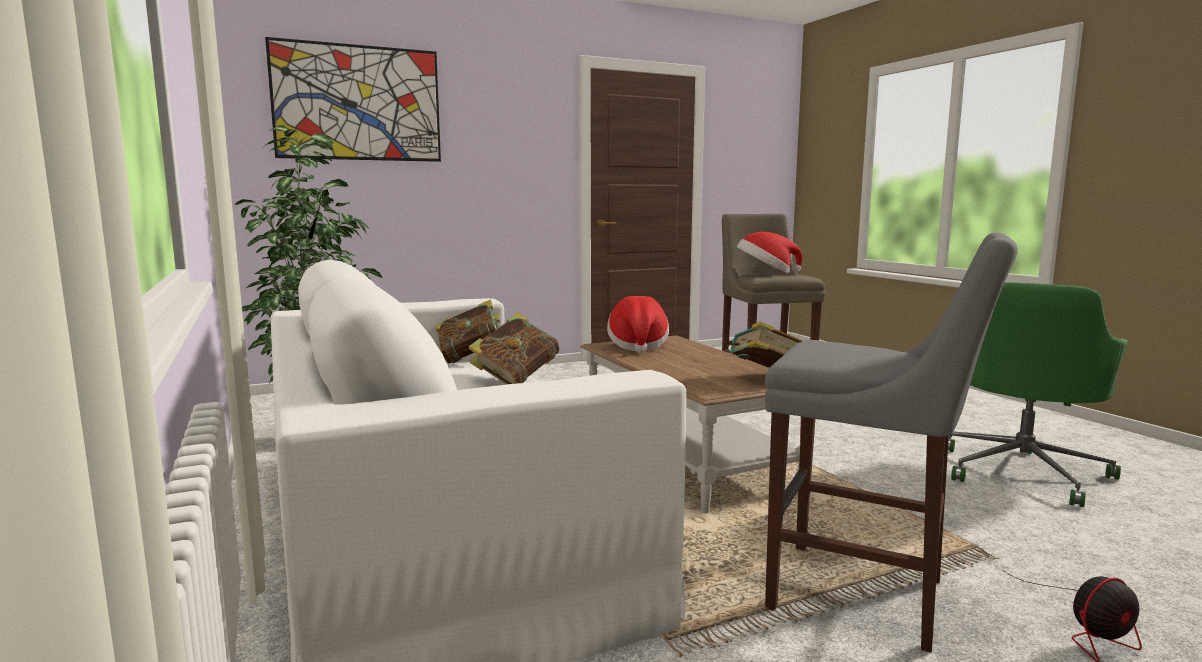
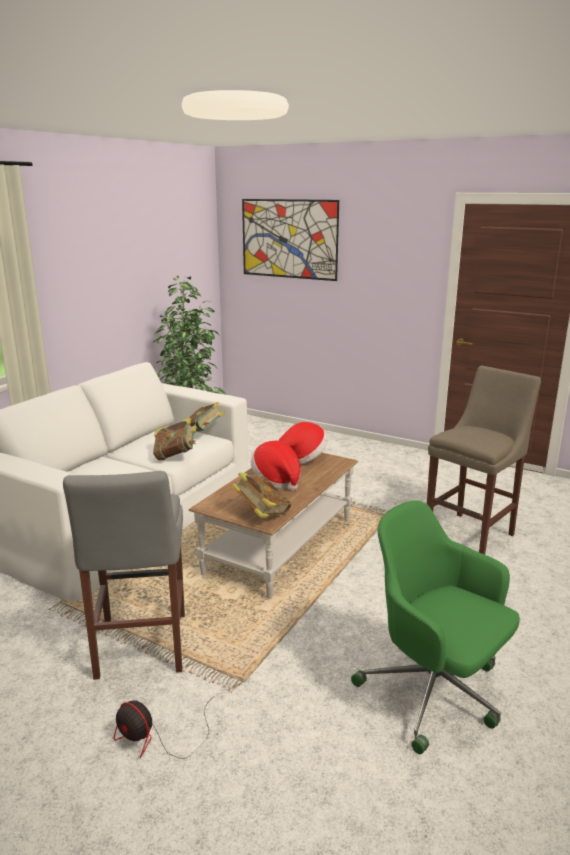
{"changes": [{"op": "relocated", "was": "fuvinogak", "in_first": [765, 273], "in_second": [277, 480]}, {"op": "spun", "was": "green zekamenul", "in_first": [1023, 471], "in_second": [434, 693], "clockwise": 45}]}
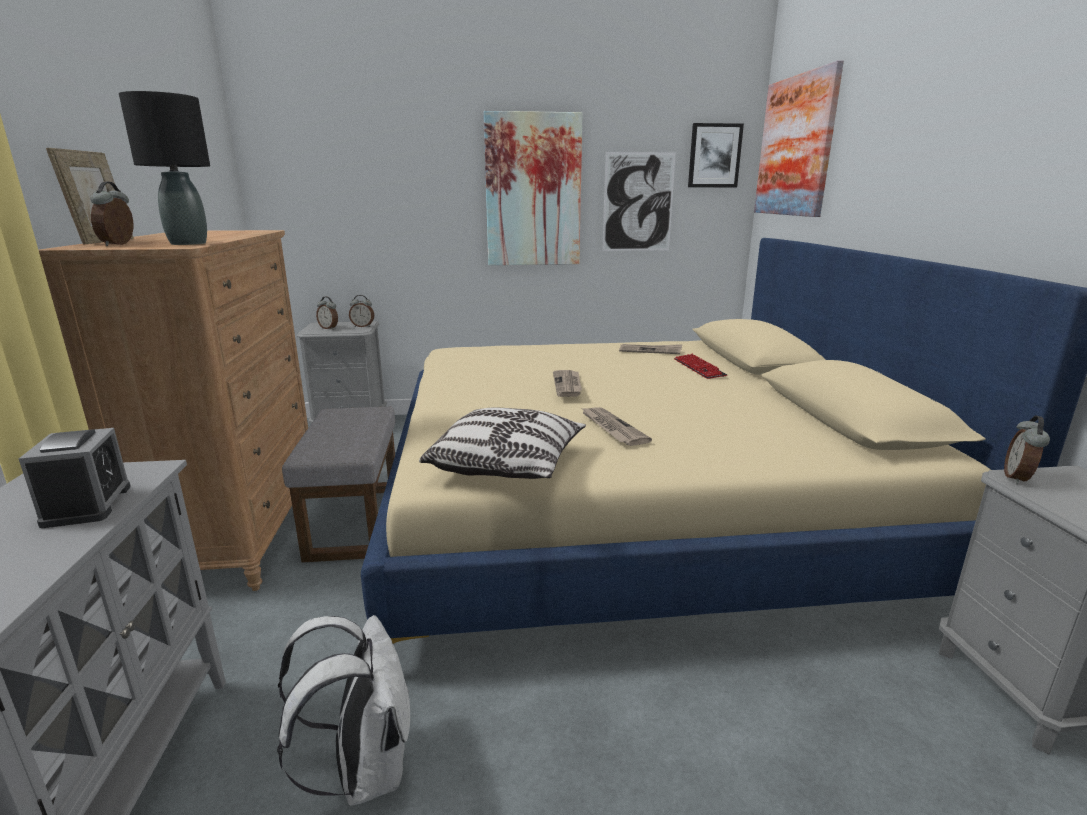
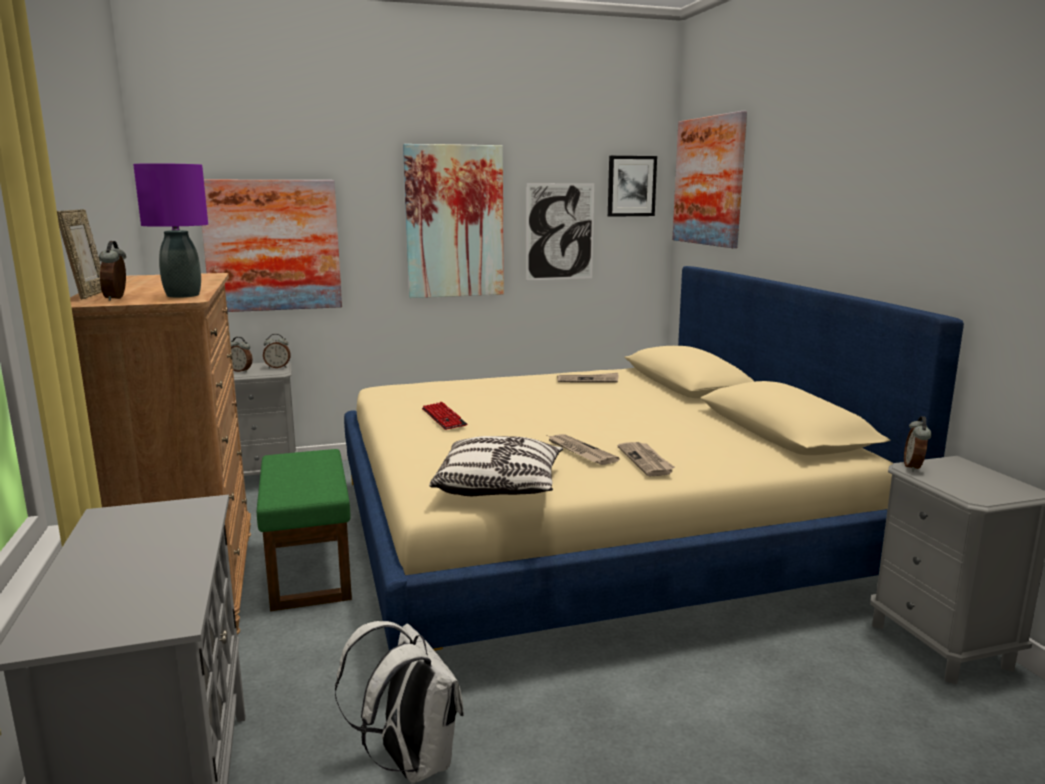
{"changes": [{"op": "missing", "was": "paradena", "in_first": [87, 505]}, {"op": "appeared", "now": "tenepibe", "in_second": [272, 245]}, {"op": "relocated", "was": "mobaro", "in_first": [568, 385], "in_second": [646, 461]}, {"op": "relocated", "was": "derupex", "in_first": [699, 368], "in_second": [443, 418]}, {"op": "colour", "was": "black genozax", "now": "purple genozax", "in_first": [188, 243], "in_second": [182, 295]}, {"op": "colour", "was": "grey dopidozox", "now": "green dopidozox", "in_first": [356, 522], "in_second": [311, 570]}]}
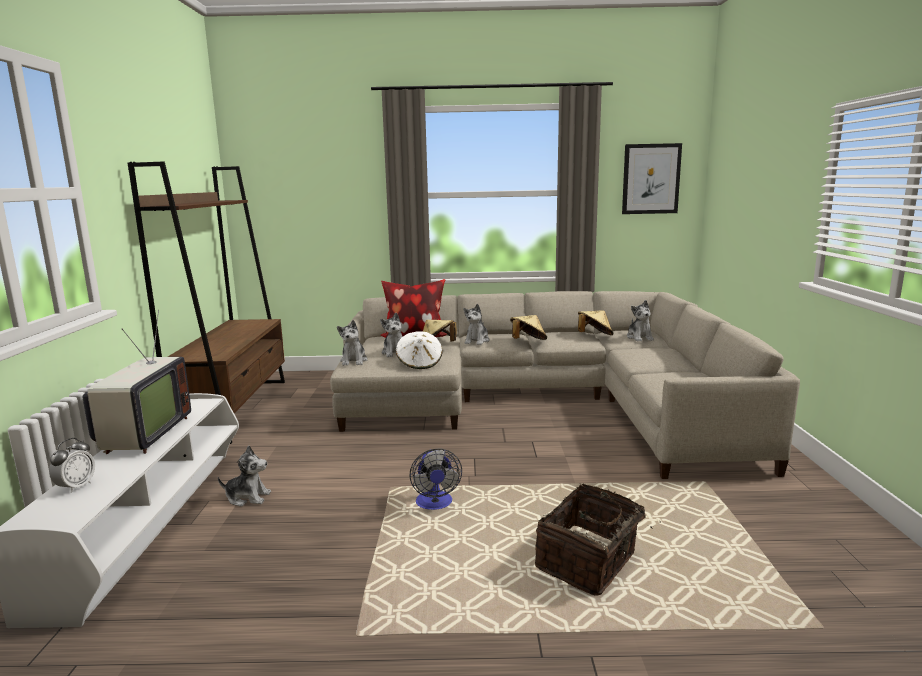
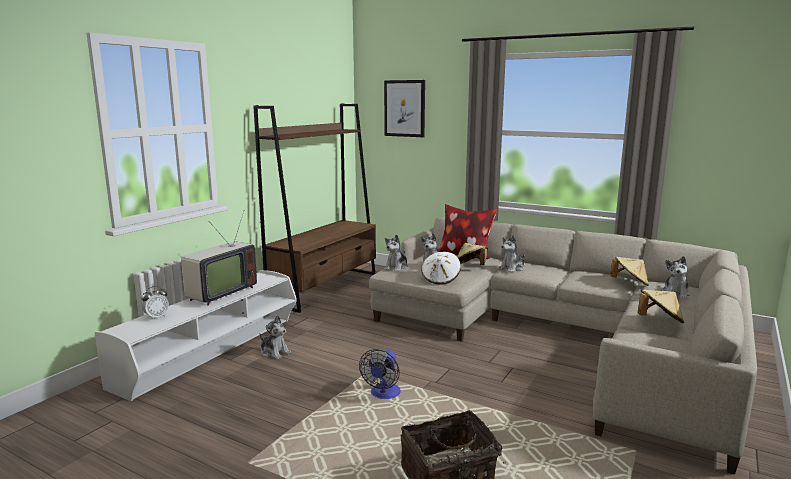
{"changes": [{"op": "relocated", "was": "beige fuvinogak", "in_first": [528, 341], "in_second": [659, 321]}, {"op": "relocated", "was": "tenepibe", "in_first": [651, 179], "in_second": [404, 108]}]}
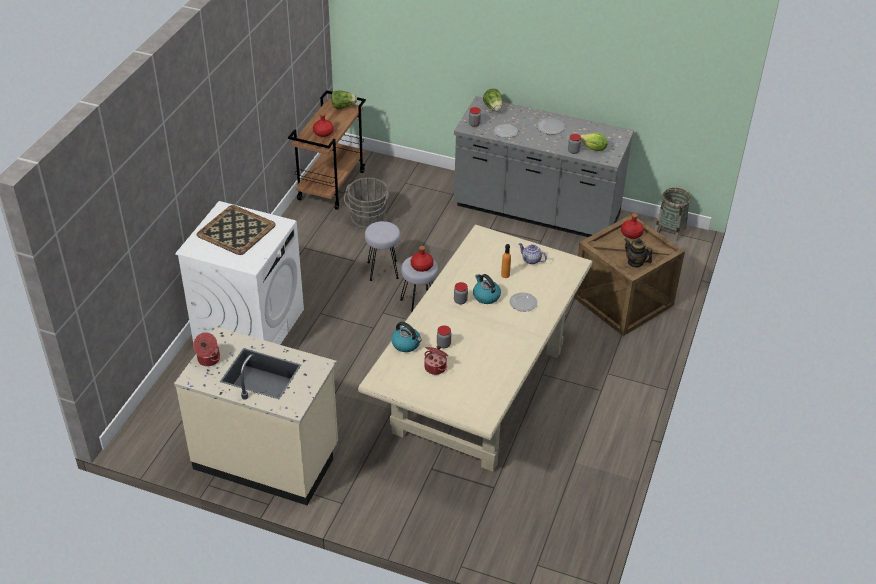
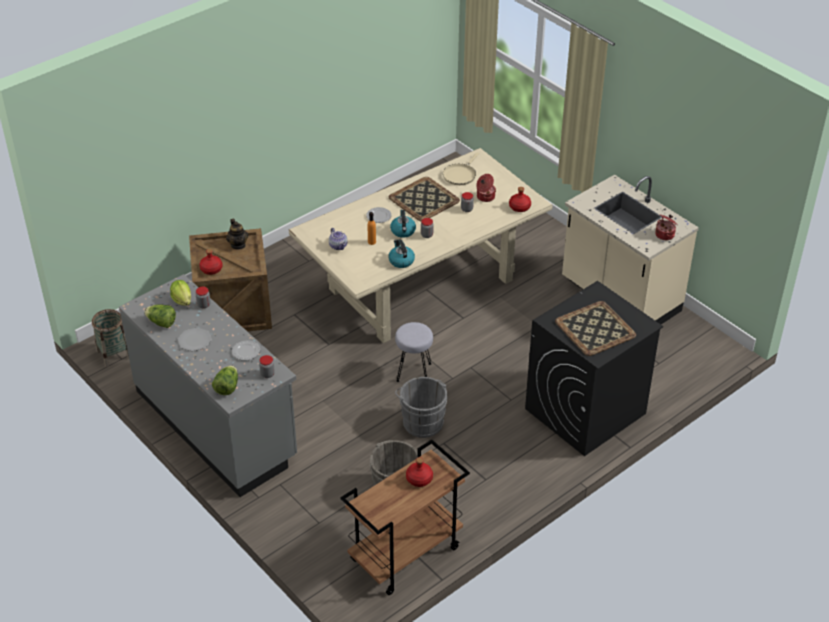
{"changes": [{"op": "appeared", "now": "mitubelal", "in_second": [424, 200]}, {"op": "appeared", "now": "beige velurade", "in_second": [460, 175]}, {"op": "relocated", "was": "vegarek", "in_first": [343, 106], "in_second": [161, 323]}, {"op": "relocated", "was": "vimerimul", "in_first": [406, 344], "in_second": [401, 261]}, {"op": "relocated", "was": "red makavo", "in_first": [421, 266], "in_second": [520, 207]}, {"op": "exchanged", "was": "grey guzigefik", "now": "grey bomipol", "in_first": [383, 270], "in_second": [422, 421]}, {"op": "colour", "was": "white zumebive", "now": "black zumebive", "in_first": [249, 326], "in_second": [585, 411]}]}
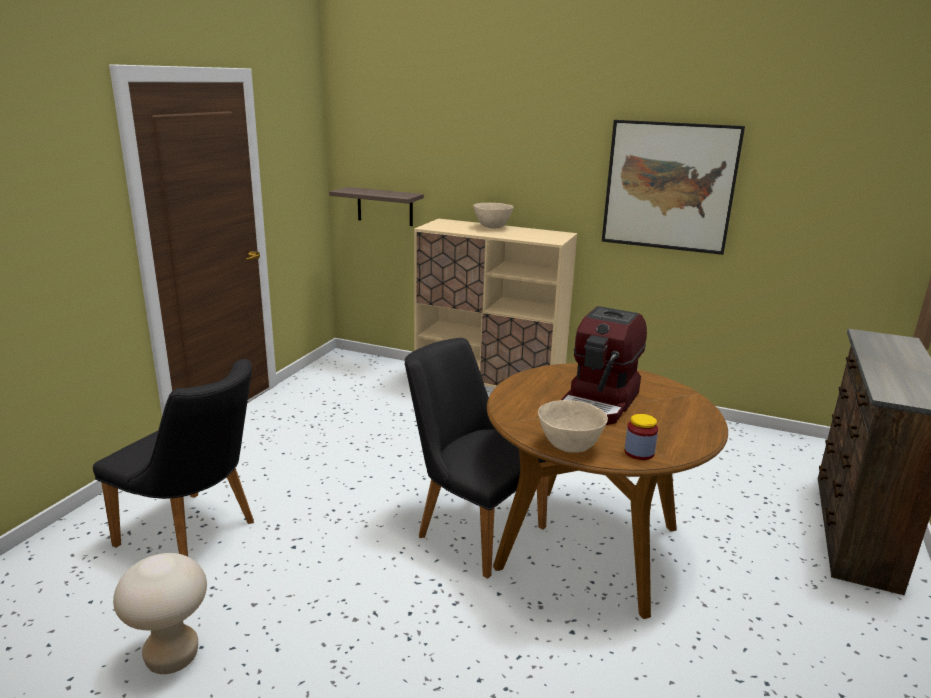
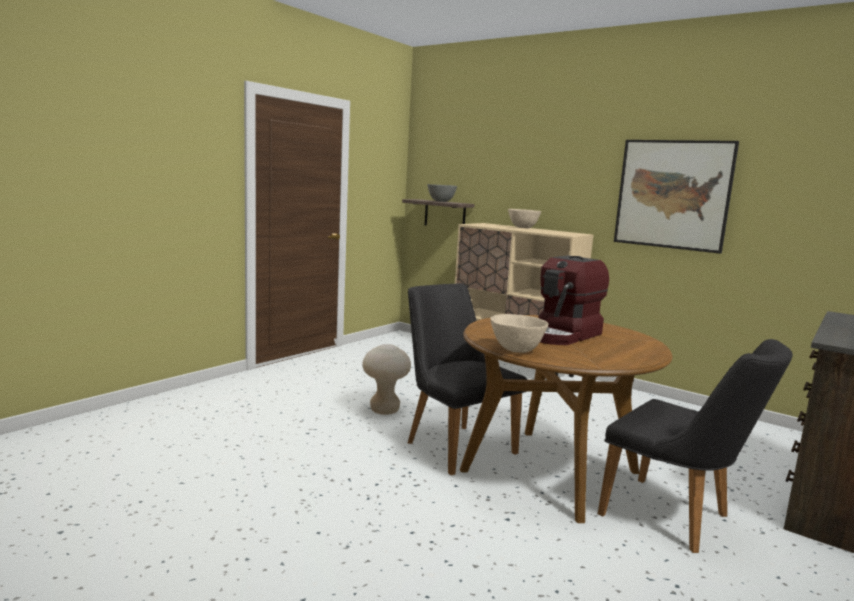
{"changes": [{"op": "missing", "was": "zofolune", "in_first": [639, 452]}, {"op": "appeared", "now": "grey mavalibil", "in_second": [441, 201]}, {"op": "relocated", "was": "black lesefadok", "in_first": [196, 535], "in_second": [676, 519]}, {"op": "relocated", "was": "beige guzigefik", "in_first": [172, 658], "in_second": [384, 410]}]}
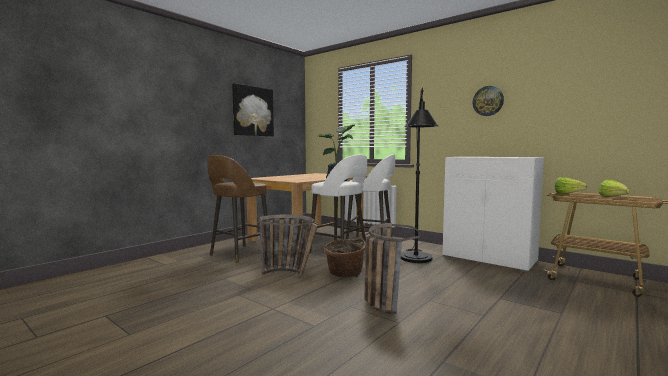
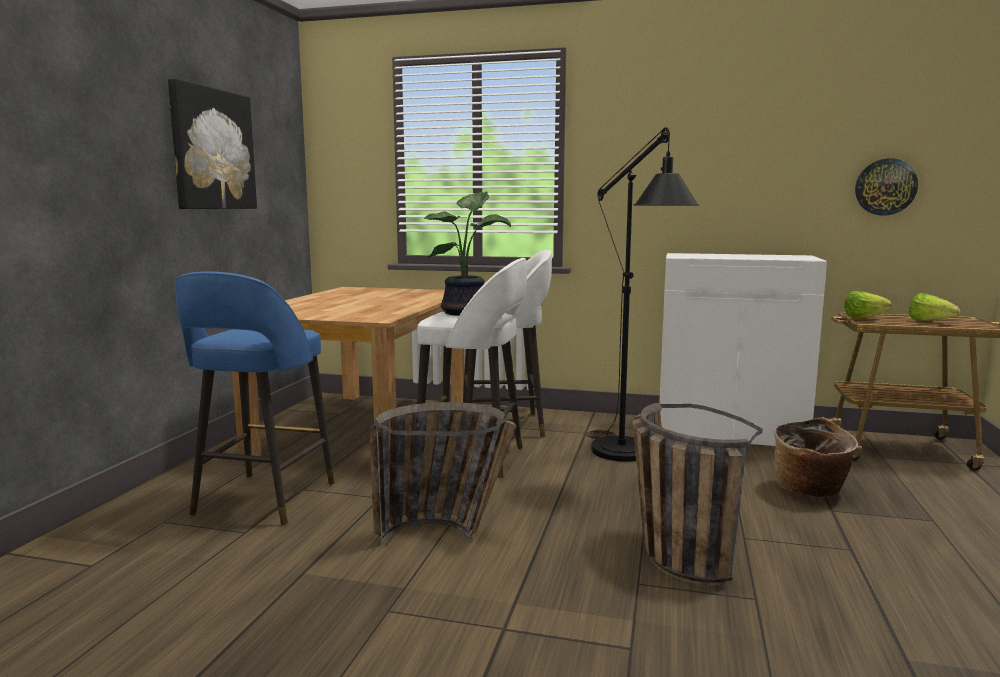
{"changes": [{"op": "relocated", "was": "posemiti", "in_first": [344, 275], "in_second": [810, 491]}, {"op": "relocated", "was": "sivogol", "in_first": [488, 101], "in_second": [885, 187]}, {"op": "colour", "was": "brown guzigefik", "now": "blue guzigefik", "in_first": [239, 254], "in_second": [262, 500]}]}
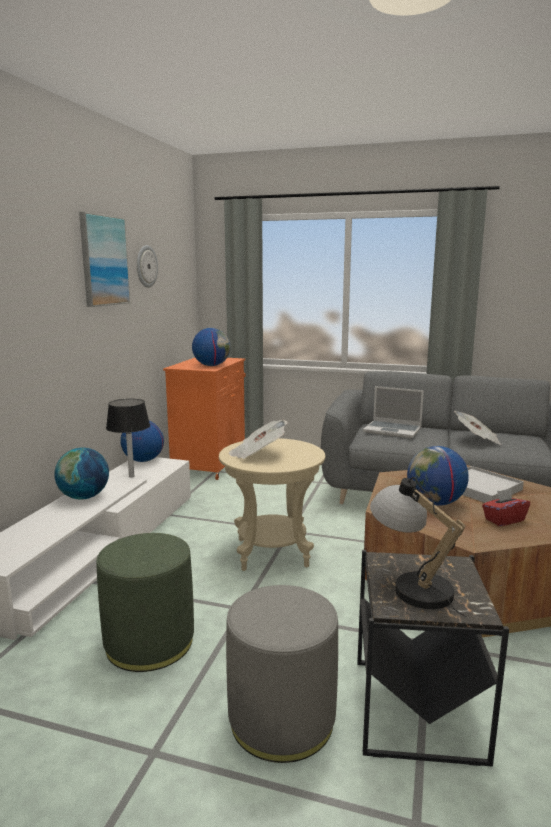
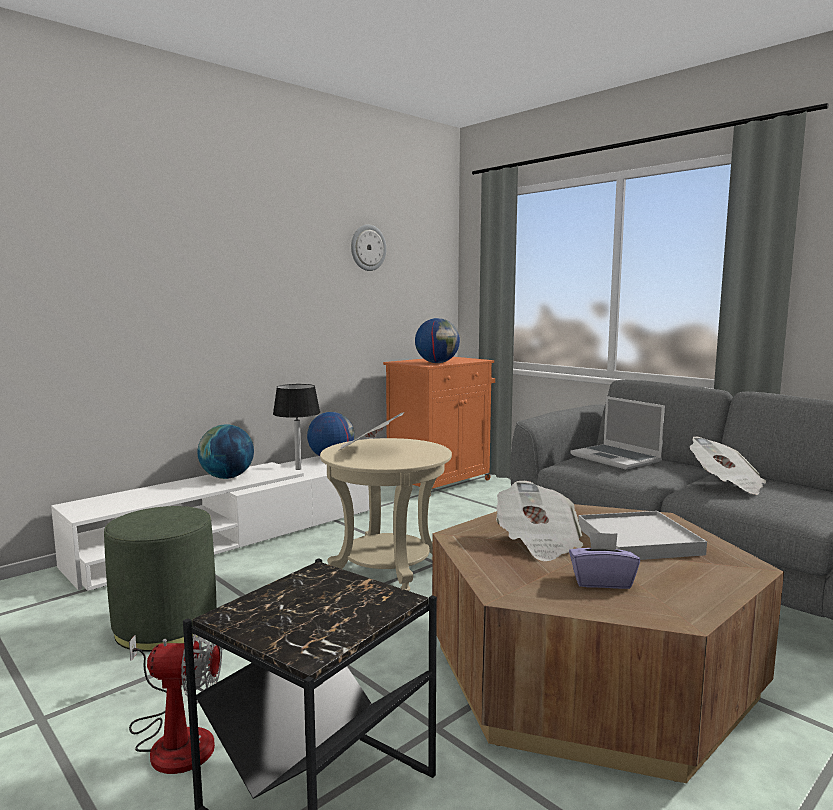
{"changes": [{"op": "missing", "was": "tenepibe", "in_first": [104, 260]}, {"op": "missing", "was": "genozax", "in_first": [411, 585]}, {"op": "exchanged", "was": "grey dopidozox", "now": "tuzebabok", "in_first": [281, 719], "in_second": [174, 739]}, {"op": "exchanged", "was": "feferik", "now": "mobaro", "in_first": [435, 503], "in_second": [538, 543]}, {"op": "colour", "was": "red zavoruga", "now": "purple zavoruga", "in_first": [503, 520], "in_second": [601, 581]}]}
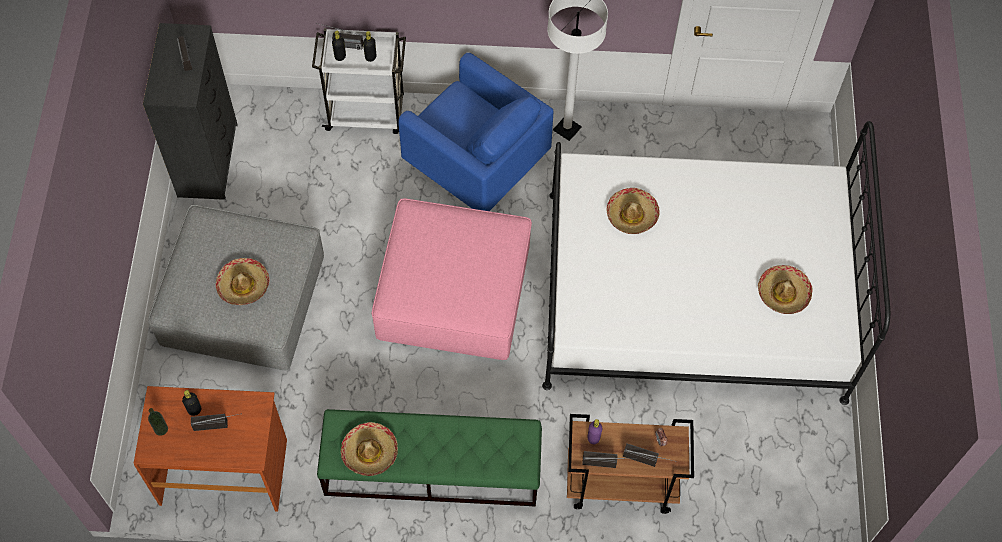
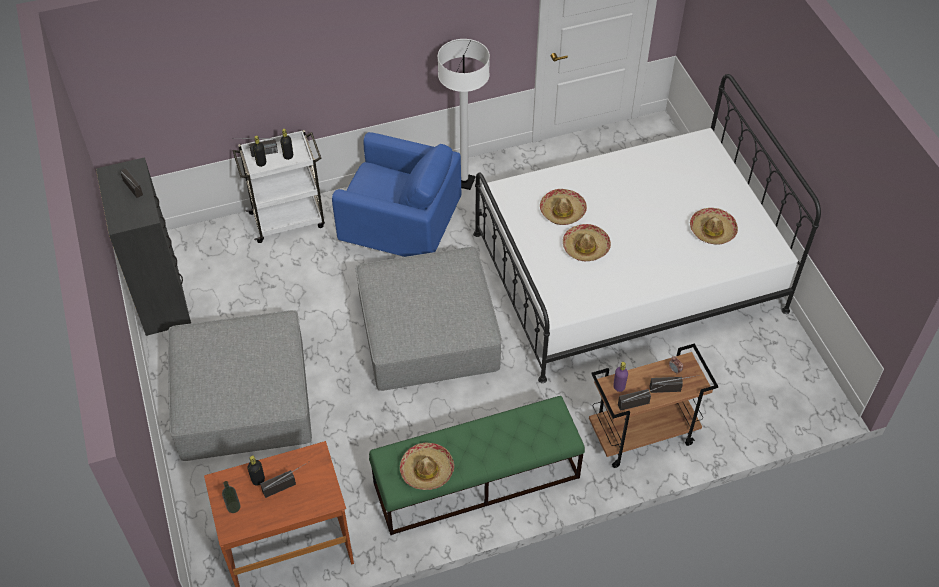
{"changes": [{"op": "relocated", "was": "fuvinogak", "in_first": [243, 285], "in_second": [585, 247]}, {"op": "colour", "was": "pink dopidozox", "now": "grey dopidozox", "in_first": [453, 291], "in_second": [427, 332]}]}
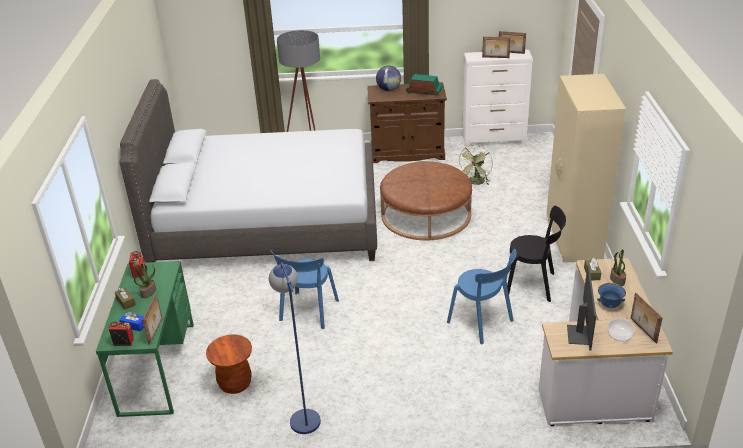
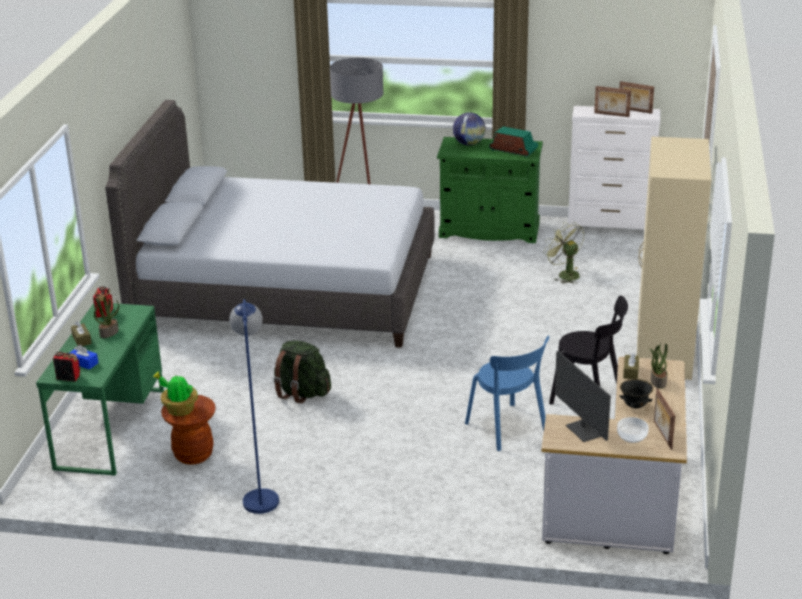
{"changes": [{"op": "missing", "was": "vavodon", "in_first": [156, 331]}, {"op": "missing", "was": "brown dopidozox", "in_first": [426, 214]}, {"op": "appeared", "now": "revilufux", "in_second": [179, 409]}, {"op": "exchanged", "was": "blue lesefadok", "now": "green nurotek", "in_first": [308, 312], "in_second": [302, 393]}, {"op": "colour", "was": "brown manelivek", "now": "green manelivek", "in_first": [407, 153], "in_second": [489, 230]}, {"op": "colour", "was": "blue mavalibil", "now": "black mavalibil", "in_first": [609, 305], "in_second": [635, 406]}, {"op": "spun", "was": "green tuzebabok", "in_first": [476, 183], "in_second": [564, 274], "clockwise": 105}, {"op": "spun", "was": "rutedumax", "in_first": [580, 334], "in_second": [584, 430], "clockwise": 135}]}
